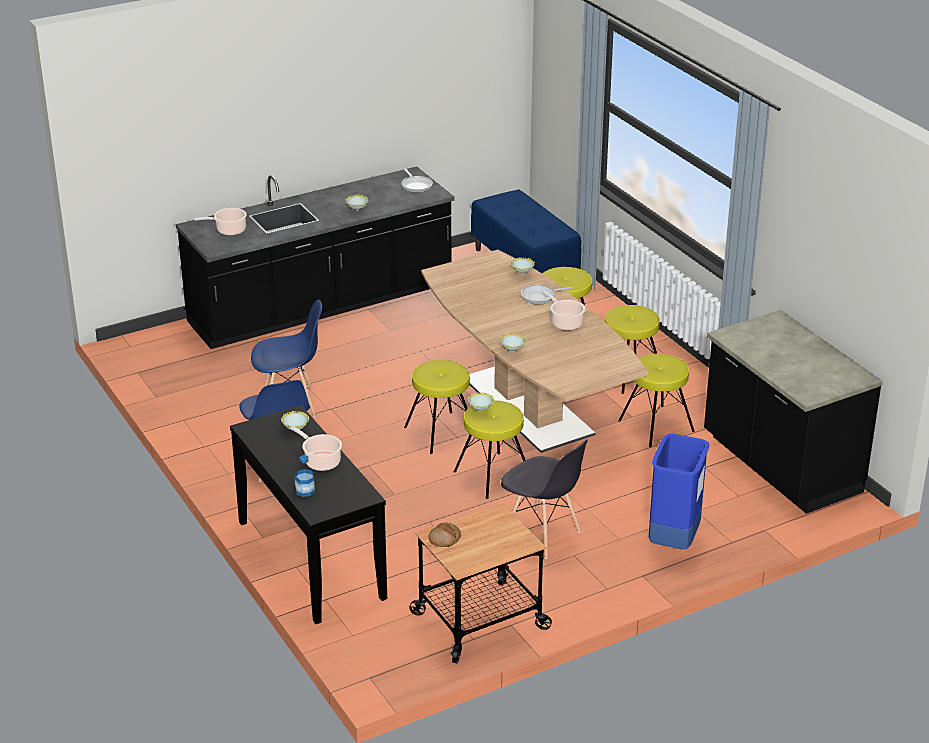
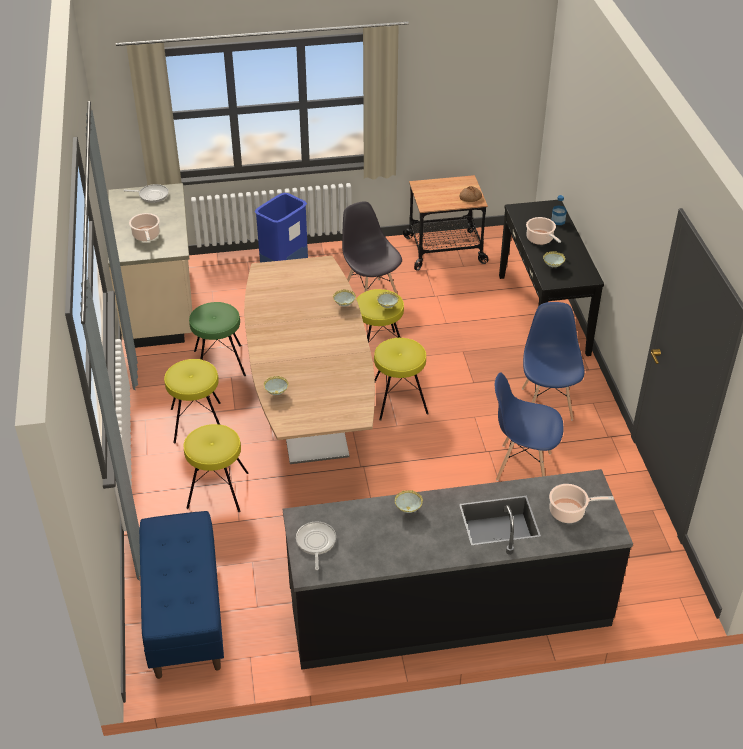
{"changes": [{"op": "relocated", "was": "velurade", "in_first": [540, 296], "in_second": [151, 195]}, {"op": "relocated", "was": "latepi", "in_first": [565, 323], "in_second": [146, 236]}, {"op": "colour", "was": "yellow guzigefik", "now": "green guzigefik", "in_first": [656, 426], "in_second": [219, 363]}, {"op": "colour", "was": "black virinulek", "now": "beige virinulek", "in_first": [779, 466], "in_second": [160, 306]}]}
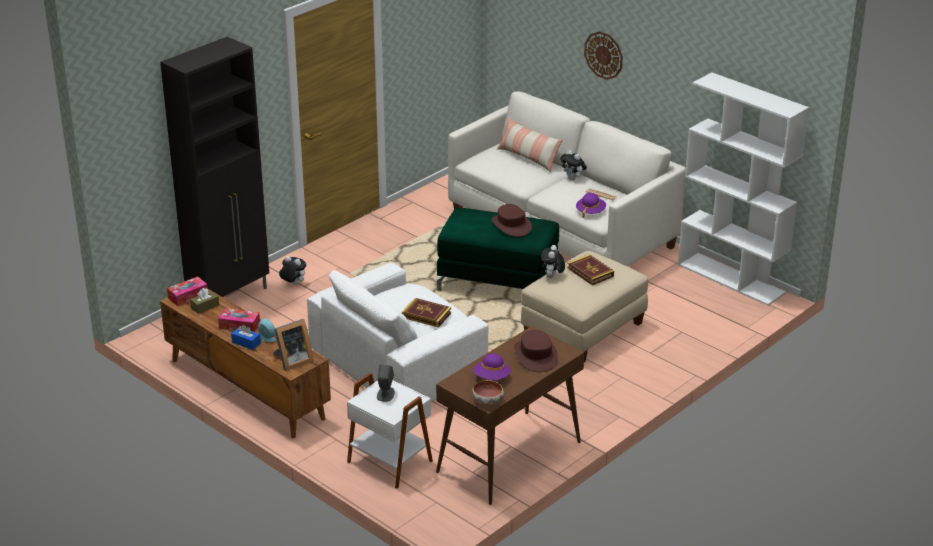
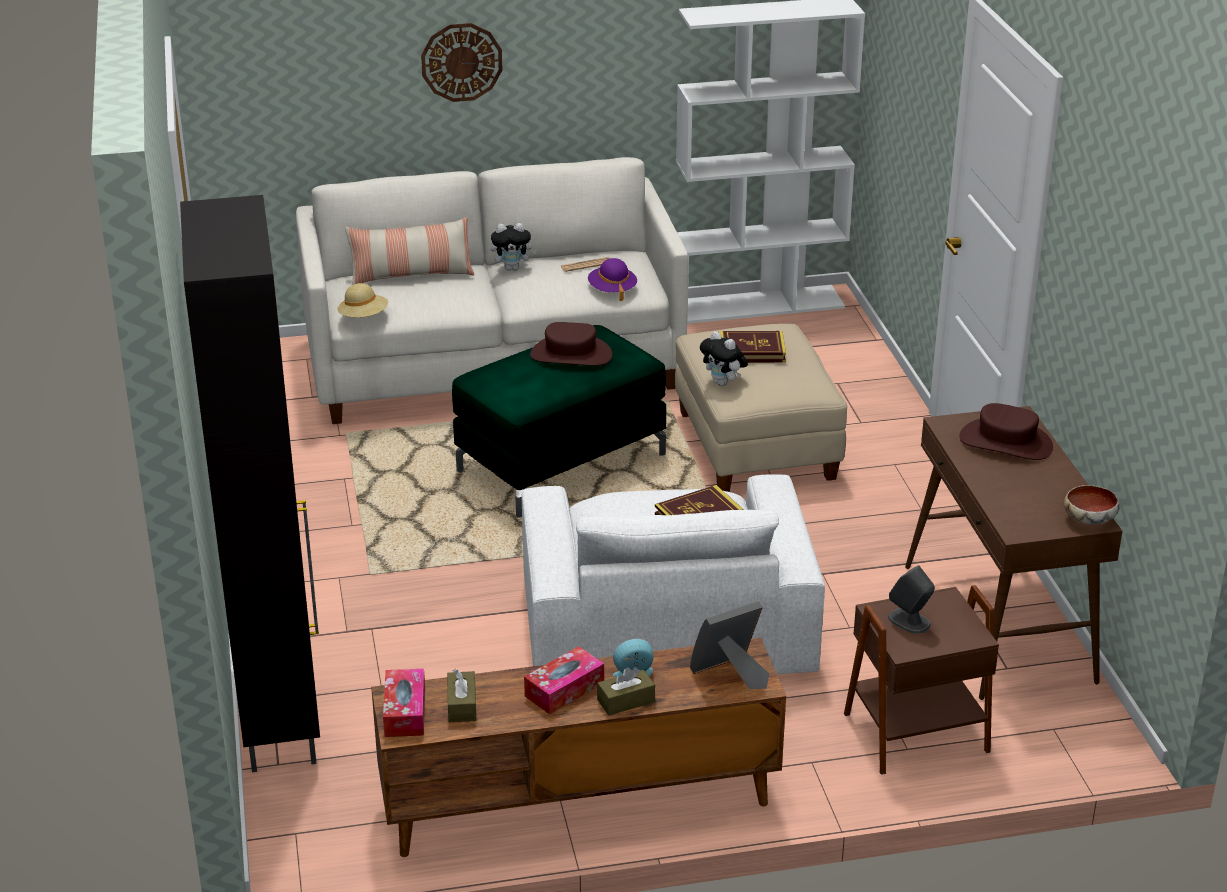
{"changes": [{"op": "missing", "was": "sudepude", "in_first": [293, 284]}, {"op": "missing", "was": "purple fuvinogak", "in_first": [491, 377]}, {"op": "appeared", "now": "beige fuvinogak", "in_second": [363, 317]}, {"op": "colour", "was": "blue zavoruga", "now": "brown zavoruga", "in_first": [246, 342], "in_second": [626, 701]}, {"op": "colour", "was": "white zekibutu", "now": "brown zekibutu", "in_first": [391, 460], "in_second": [914, 730]}, {"op": "spun", "was": "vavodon", "in_first": [292, 361], "in_second": [730, 674], "clockwise": -120}]}
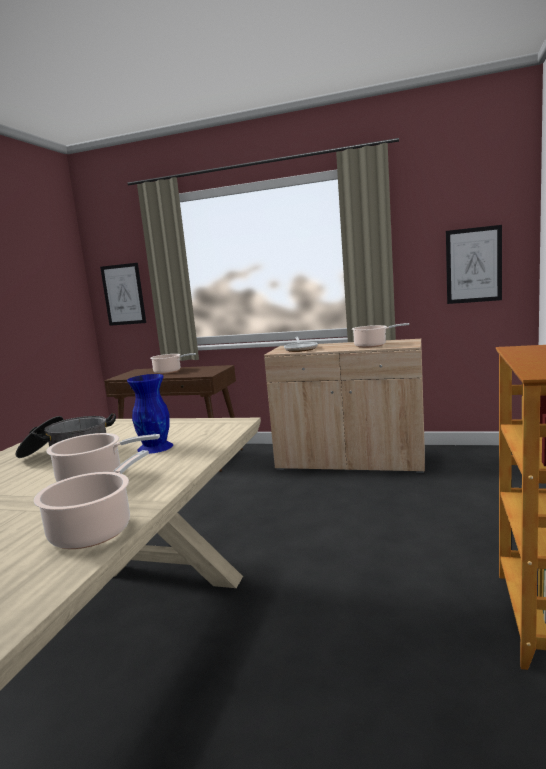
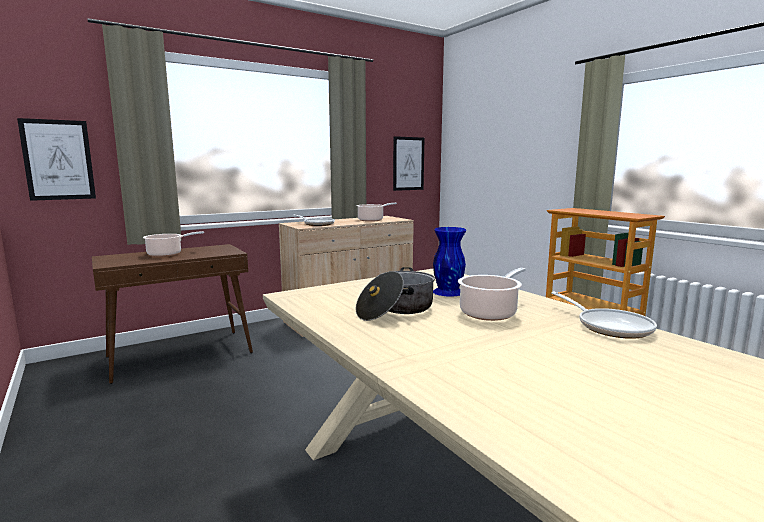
{"changes": [{"op": "exchanged", "was": "latepi", "now": "velurade", "in_first": [95, 530], "in_second": [609, 326]}]}
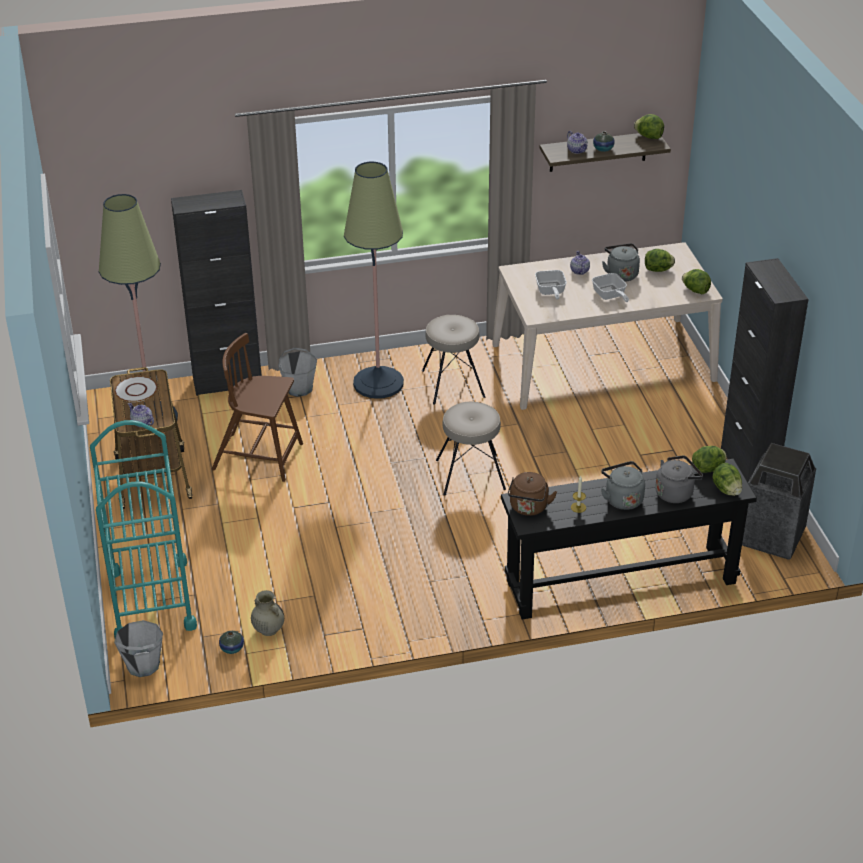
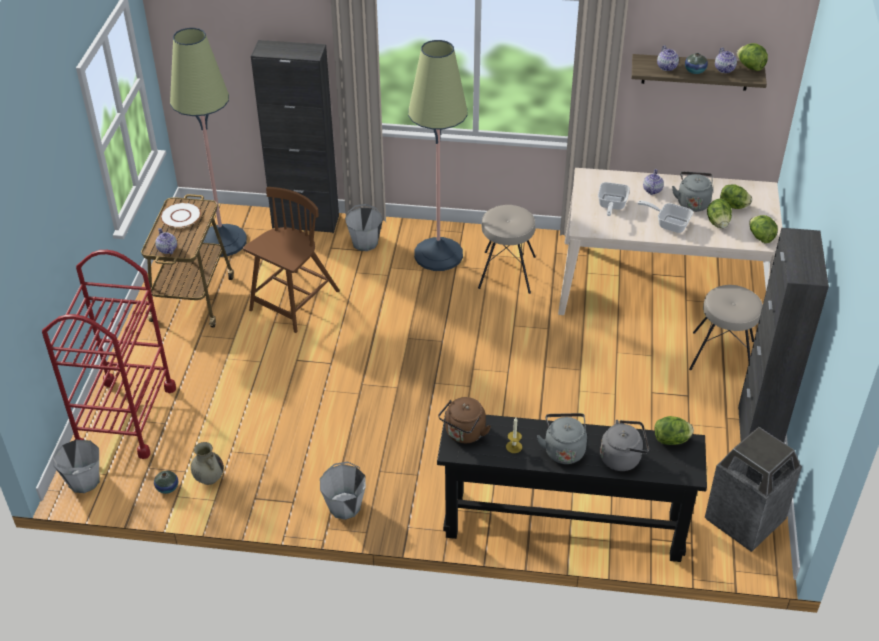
{"changes": [{"op": "appeared", "now": "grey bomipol", "in_second": [345, 506]}, {"op": "appeared", "now": "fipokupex", "in_second": [724, 69]}, {"op": "relocated", "was": "beige guzigefik", "in_first": [470, 475], "in_second": [722, 355]}, {"op": "relocated", "was": "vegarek", "in_first": [726, 490], "in_second": [718, 223]}, {"op": "colour", "was": "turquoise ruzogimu", "now": "red ruzogimu", "in_first": [151, 600], "in_second": [126, 418]}, {"op": "spun", "was": "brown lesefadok", "in_first": [259, 457], "in_second": [294, 302], "clockwise": 90}, {"op": "spun", "was": "velurade", "in_first": [610, 296], "in_second": [669, 223], "clockwise": 120}]}
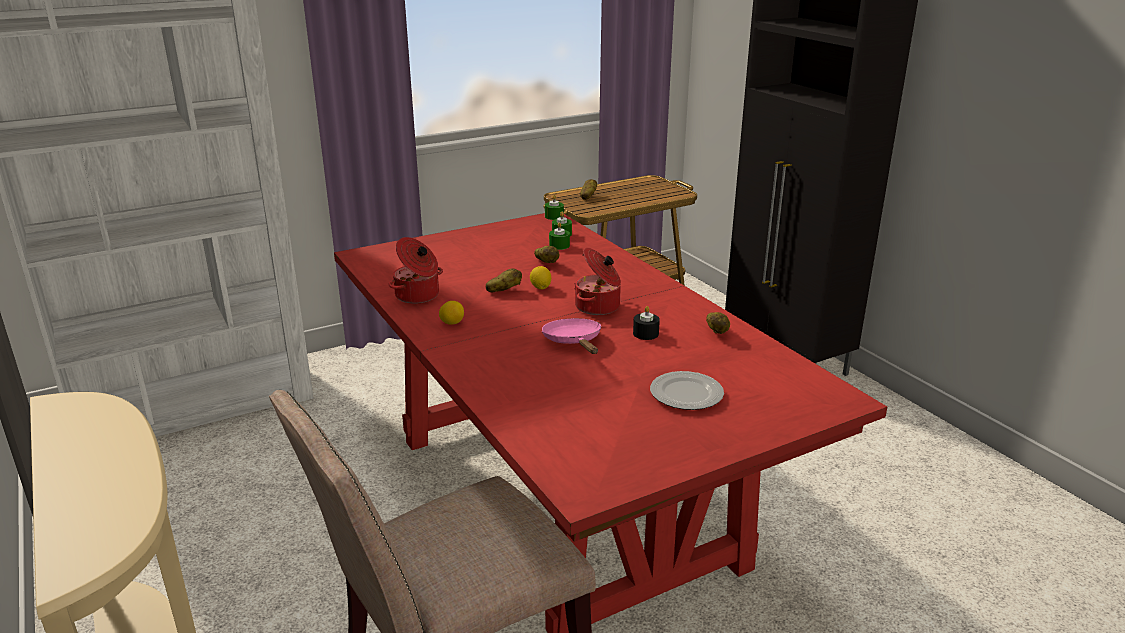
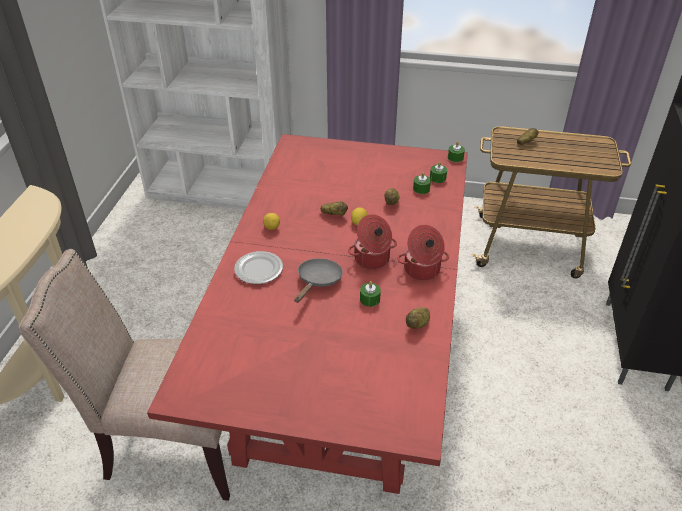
{"changes": [{"op": "relocated", "was": "latepi", "in_first": [418, 296], "in_second": [422, 270]}, {"op": "relocated", "was": "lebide", "in_first": [685, 394], "in_second": [258, 269]}, {"op": "colour", "was": "pink velurade", "now": "grey velurade", "in_first": [574, 342], "in_second": [318, 281]}, {"op": "colour", "was": "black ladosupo", "now": "green ladosupo", "in_first": [645, 334], "in_second": [370, 299]}]}
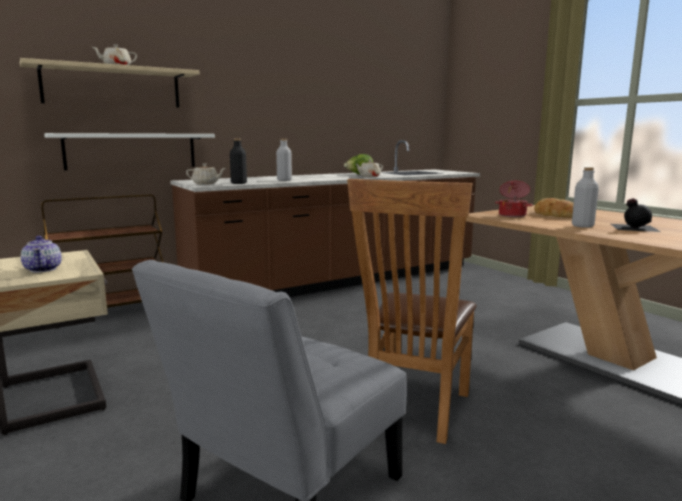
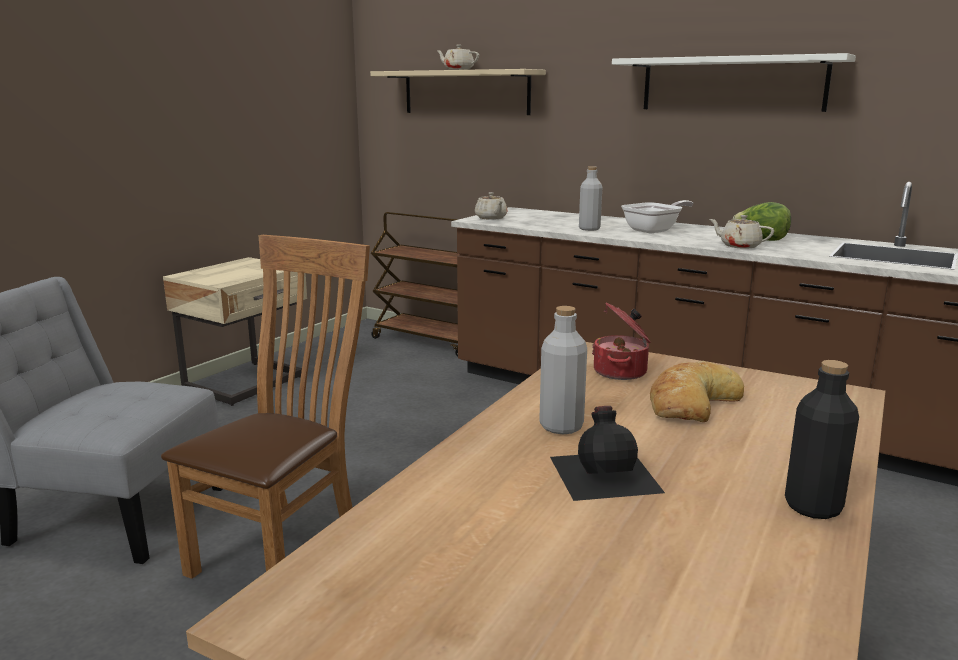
{"changes": [{"op": "missing", "was": "fipokupex", "in_first": [43, 269]}, {"op": "appeared", "now": "velurade", "in_second": [655, 230]}, {"op": "relocated", "was": "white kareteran", "in_first": [131, 151], "in_second": [732, 84]}, {"op": "relocated", "was": "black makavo", "in_first": [239, 183], "in_second": [813, 507]}, {"op": "spun", "was": "brown lesefadok", "in_first": [414, 412], "in_second": [285, 549], "clockwise": 120}]}
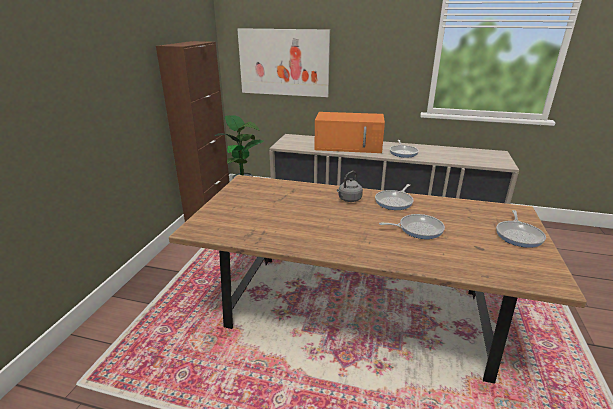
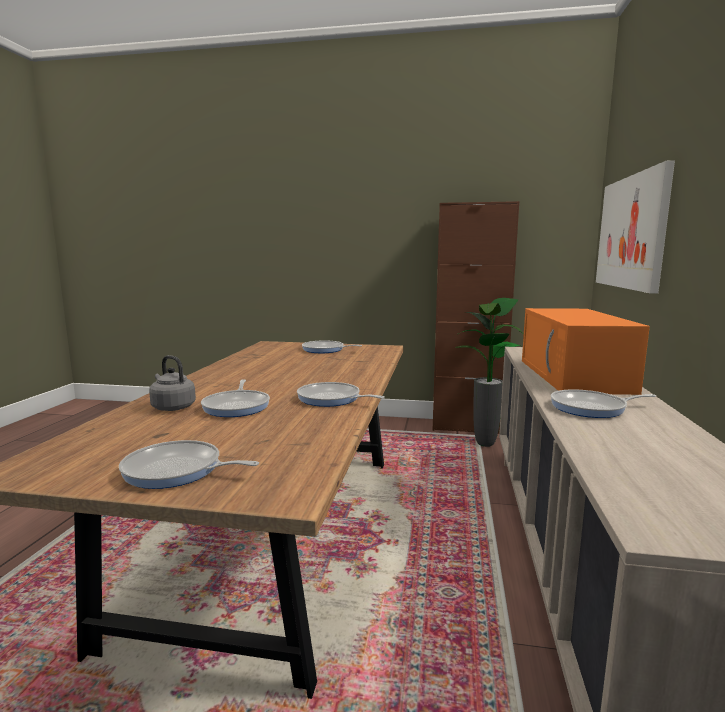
{"changes": [{"op": "appeared", "now": "velurade", "in_second": [325, 350]}, {"op": "relocated", "was": "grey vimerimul", "in_first": [349, 199], "in_second": [172, 407]}]}
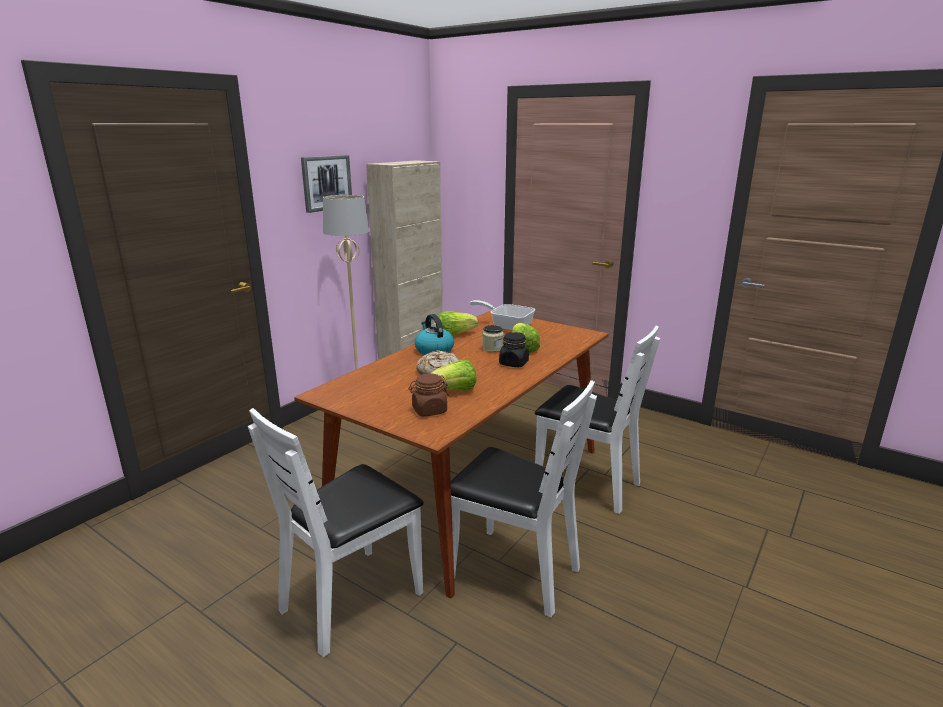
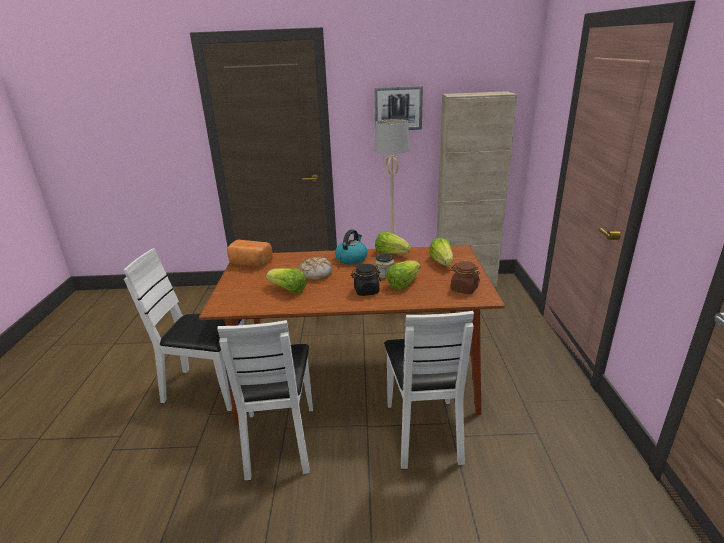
{"changes": [{"op": "appeared", "now": "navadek", "in_second": [250, 264]}, {"op": "relocated", "was": "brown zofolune", "in_first": [429, 410], "in_second": [464, 289]}, {"op": "exchanged", "was": "velurade", "now": "vegarek", "in_first": [507, 326], "in_second": [442, 262]}]}
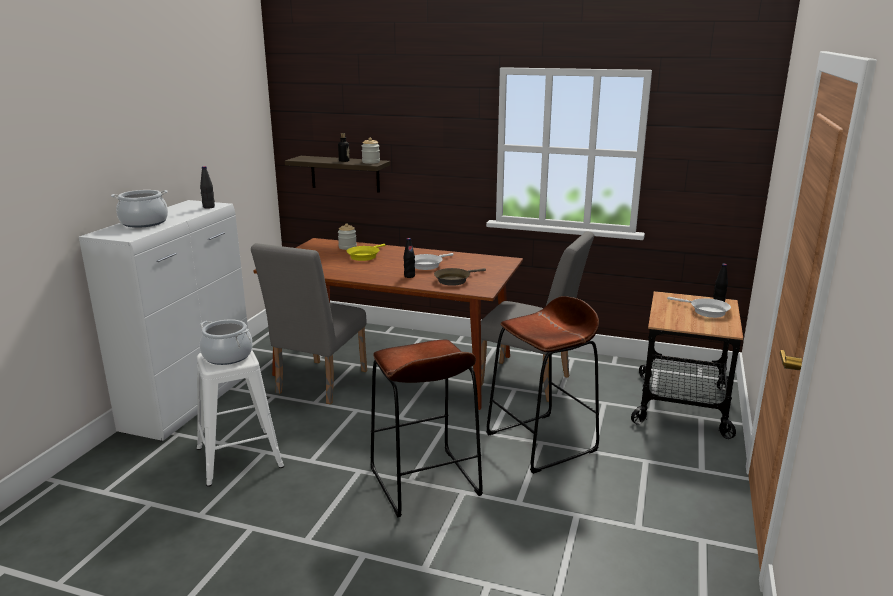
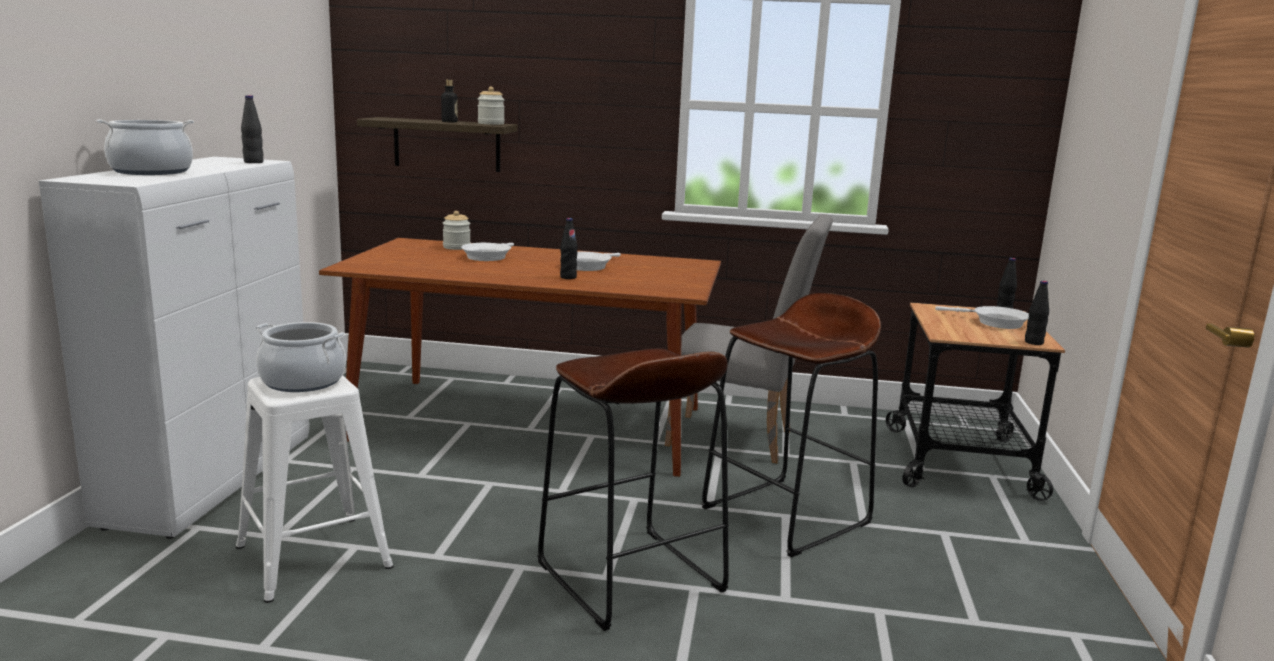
{"changes": [{"op": "missing", "was": "grey lesefadok", "in_first": [317, 384]}, {"op": "missing", "was": "brown velurade", "in_first": [454, 280]}, {"op": "appeared", "now": "black makavo", "in_second": [1033, 342]}, {"op": "colour", "was": "yellow velurade", "now": "white velurade", "in_first": [364, 256], "in_second": [488, 256]}]}
